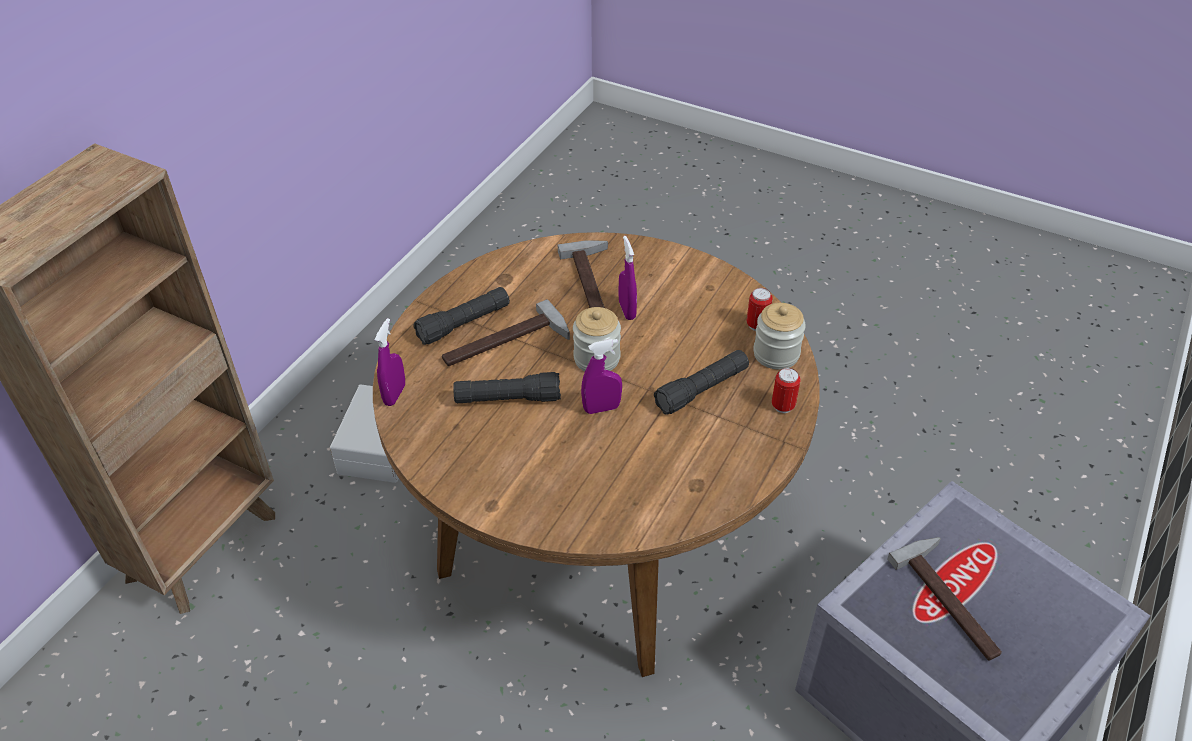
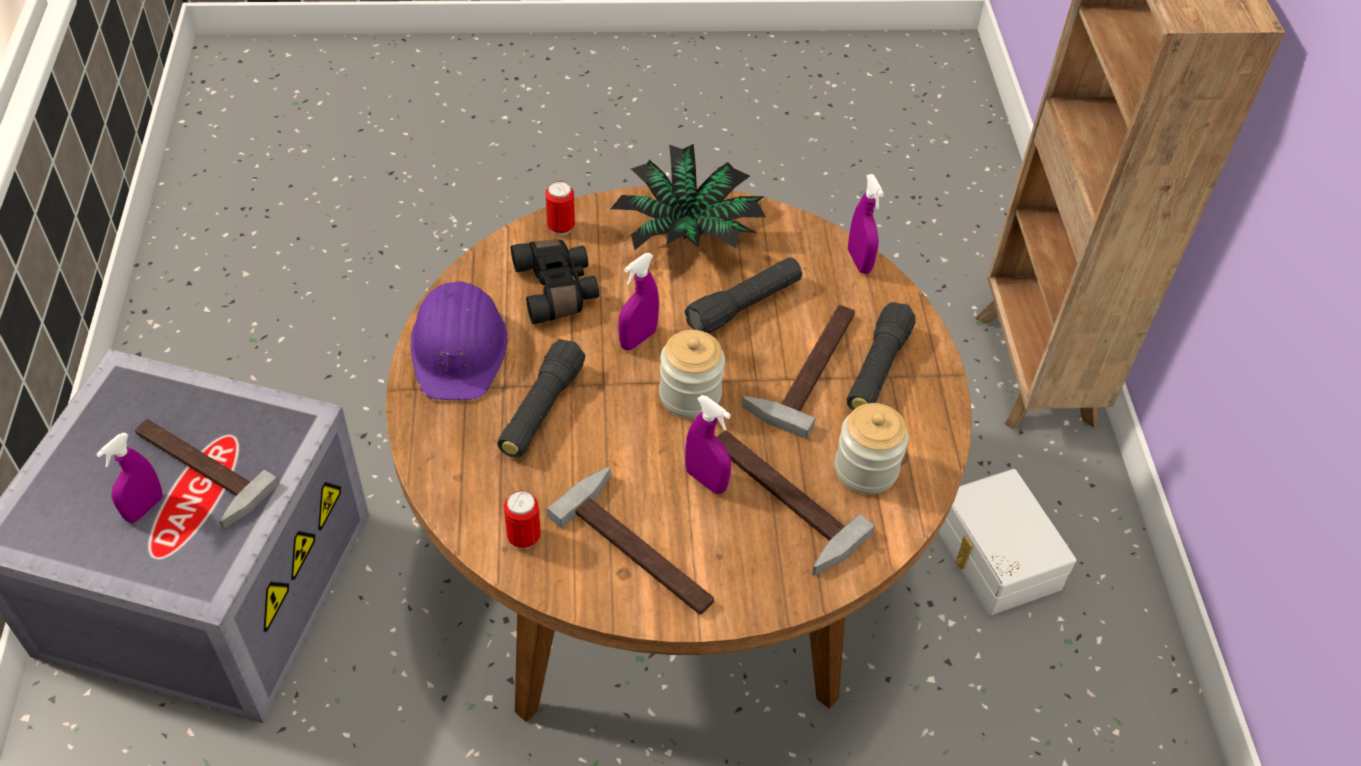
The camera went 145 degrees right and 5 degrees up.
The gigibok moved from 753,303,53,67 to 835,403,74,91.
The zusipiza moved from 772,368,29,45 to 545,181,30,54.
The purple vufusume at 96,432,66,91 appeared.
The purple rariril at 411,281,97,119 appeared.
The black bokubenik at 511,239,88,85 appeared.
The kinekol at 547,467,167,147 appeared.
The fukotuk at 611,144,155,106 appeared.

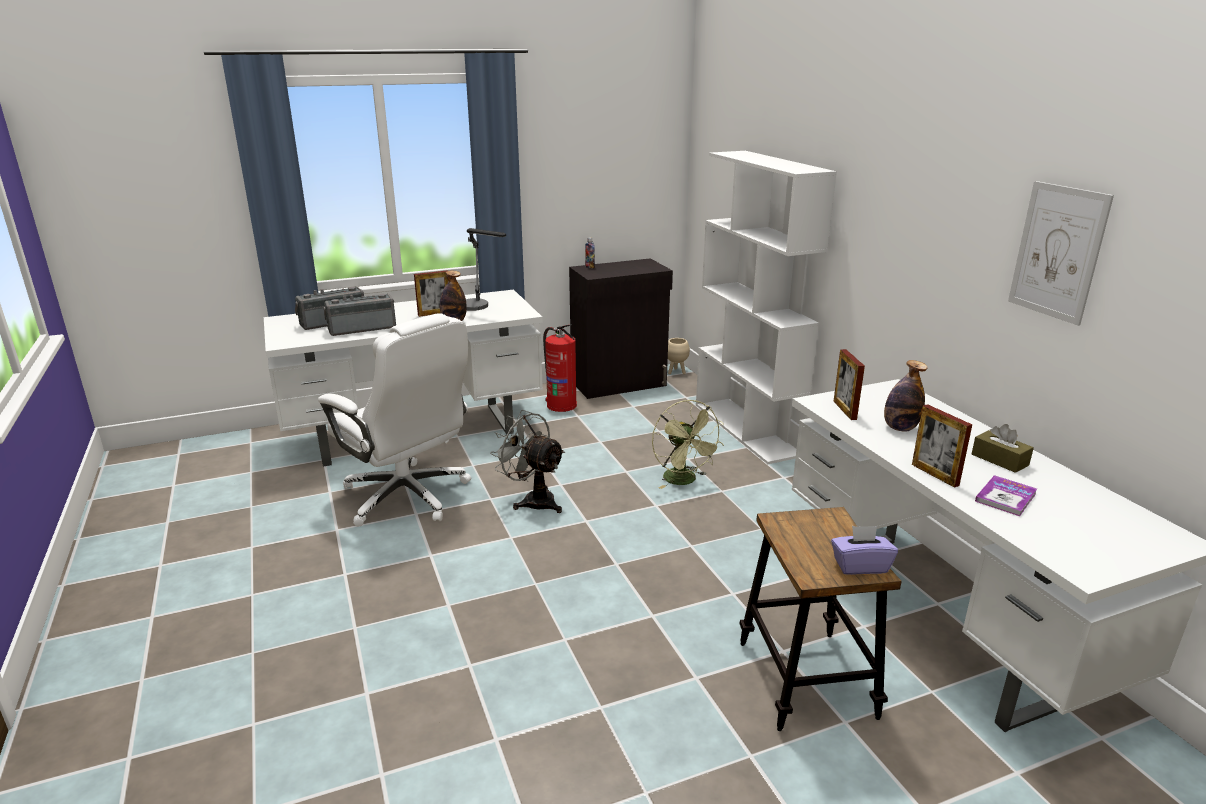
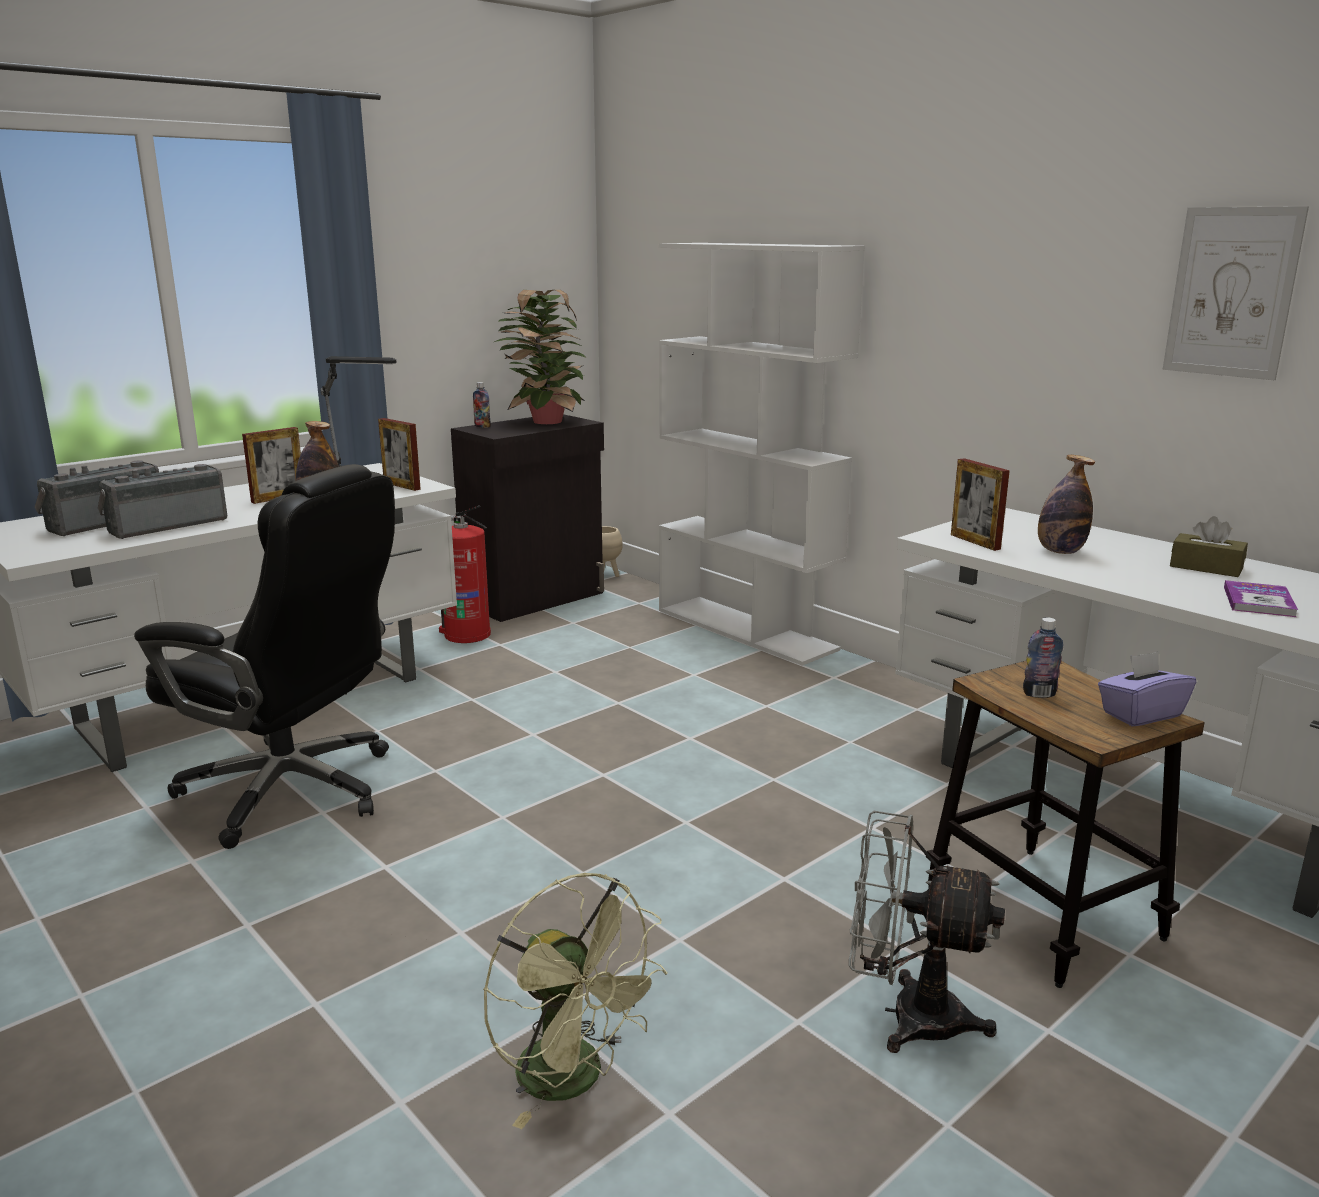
The camera went 20 degrees left and 5 degrees down.
The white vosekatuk at 318,313,153,214 became the black vosekatuk at 134,464,261,385.
The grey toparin moved from 490,410,75,103 to 849,811,156,242.
The green toparin moved from 652,400,72,89 to 483,873,185,256.
The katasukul moved from 912,404,60,84 to 378,418,43,73.
The fukotuk at 495,290,91,134 appeared.
The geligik at 1023,617,40,81 appeared.

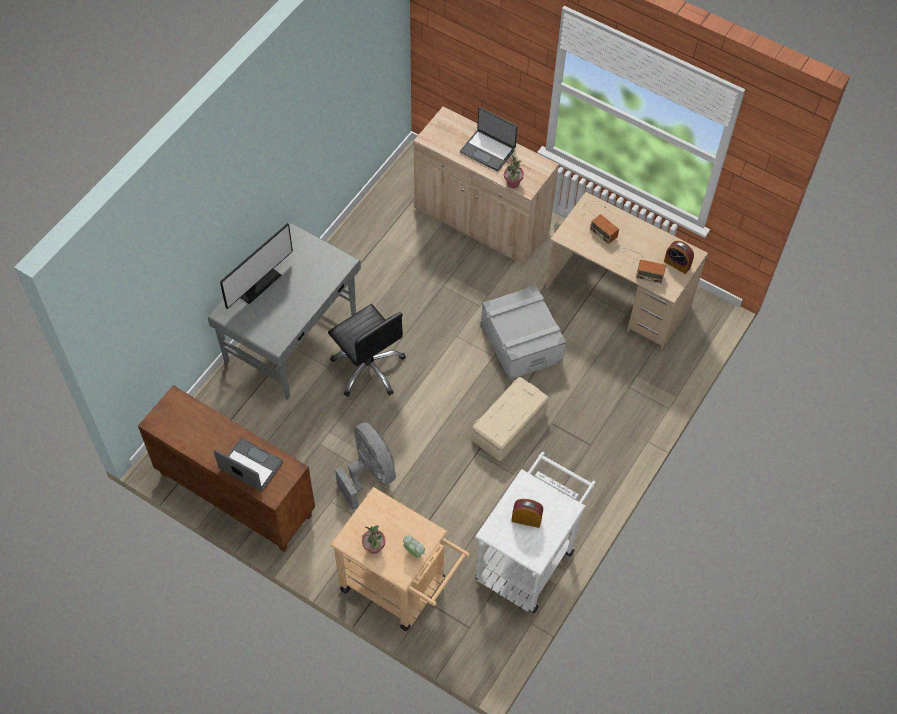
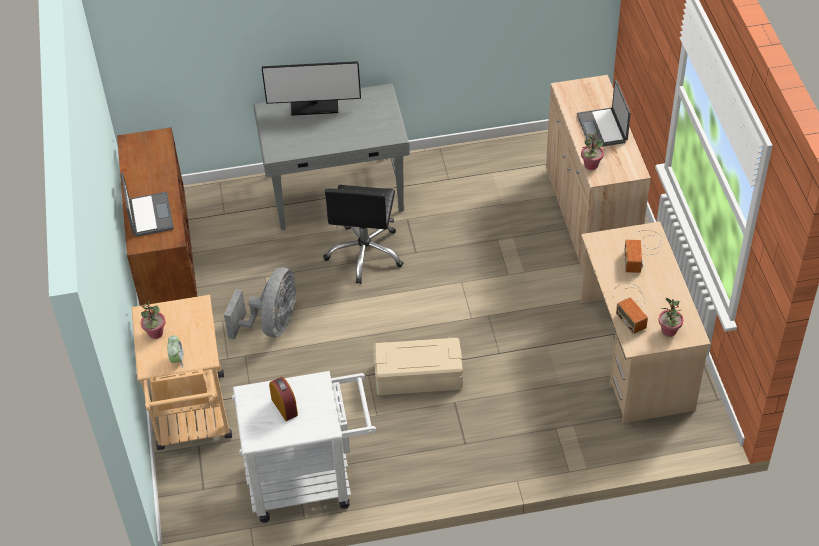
The camera went 50 degrees right and 10 degrees down.
The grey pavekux at 481,285,85,96 disappeared.
The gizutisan at 664,241,30,33 was replaced by the fukotuk at 658,298,25,39.

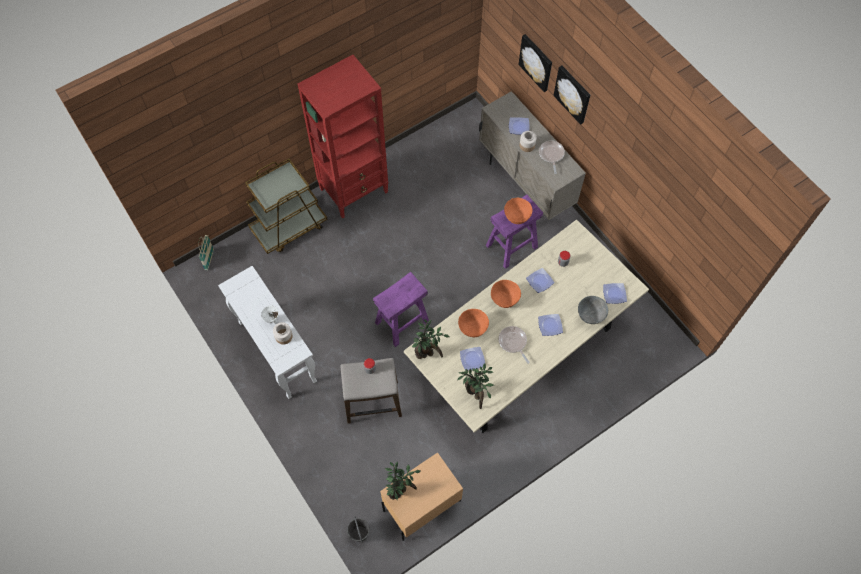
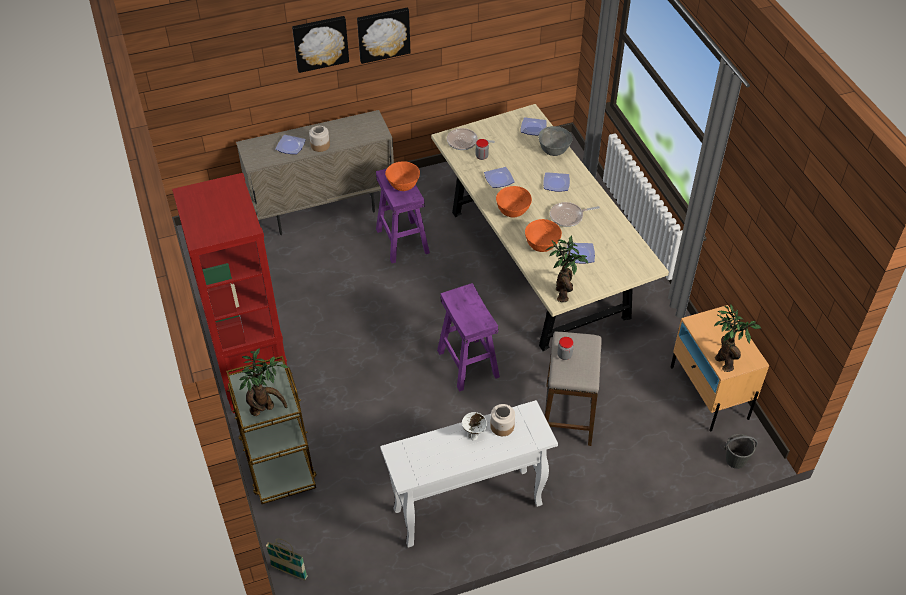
The camera went 75 degrees left and 15 degrees down.
The fukotuk moved from 457,363,37,46 to 239,348,50,68.
The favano moved from 518,34,34,58 to 357,8,54,56.
The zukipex moved from 539,141,26,33 to 447,128,48,22.

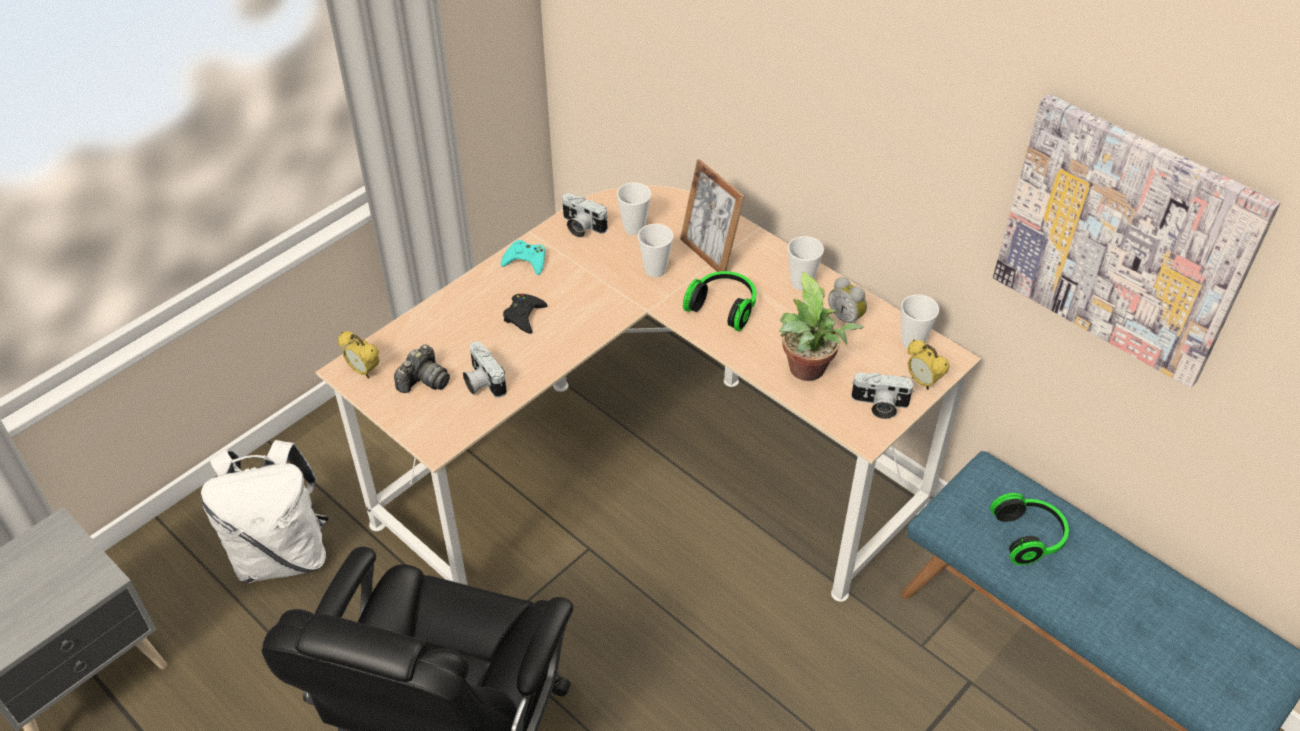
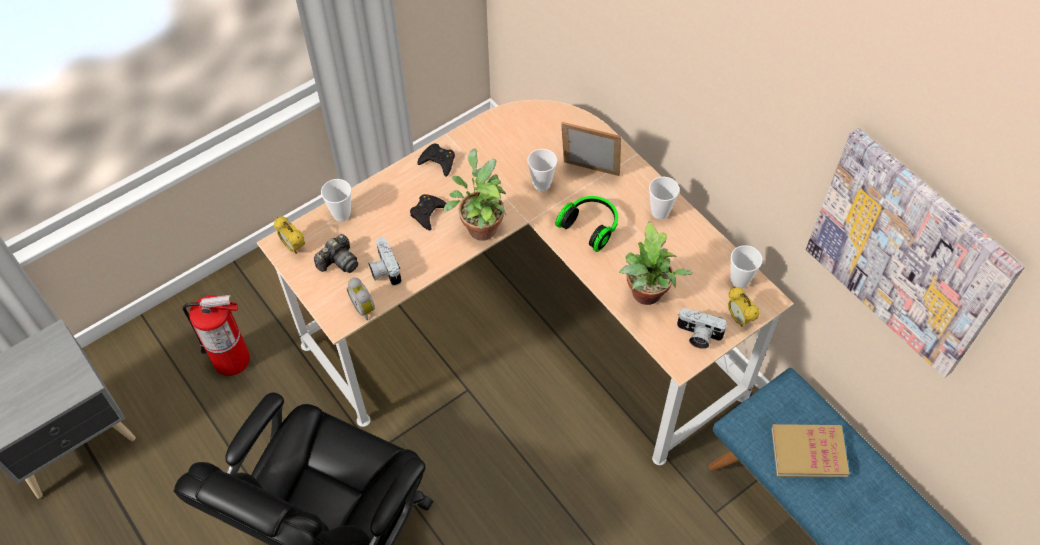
The camera went 10 degrees right and 10 degrees up.
The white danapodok at 201,440,128,143 was replaced by the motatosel at 183,295,67,81.
The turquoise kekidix at 501,240,44,35 became the black kekidix at 417,143,38,34.
The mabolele at 562,193,46,44 disappeared.
The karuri moved from 617,183,34,52 to 321,179,30,42.
The katasukul at 680,159,65,113 turned 135 degrees clockwise.
The gizutisan moved from 828,277,39,47 to 347,278,28,42.
The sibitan at 990,493,79,72 was replaced by the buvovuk at 771,424,78,54.
The fukotuk at 443,148,63,93 appeared.

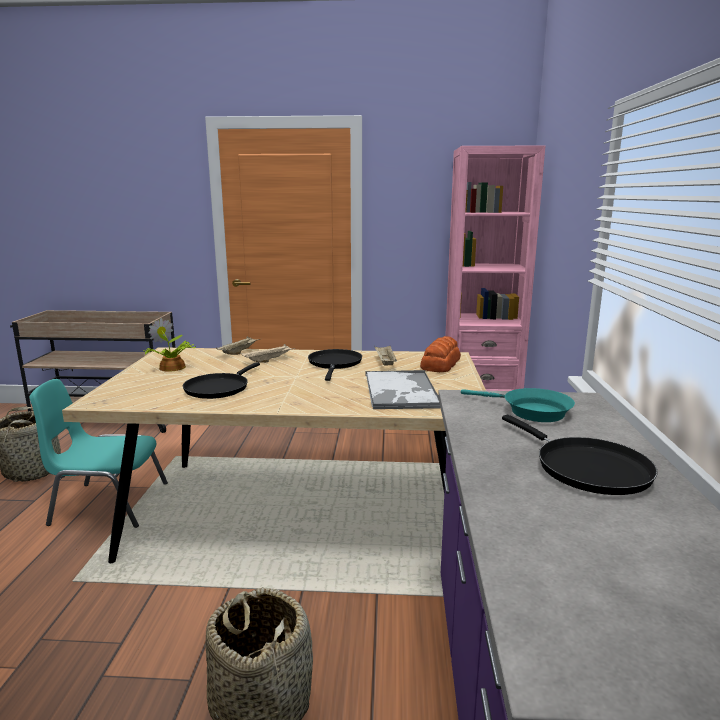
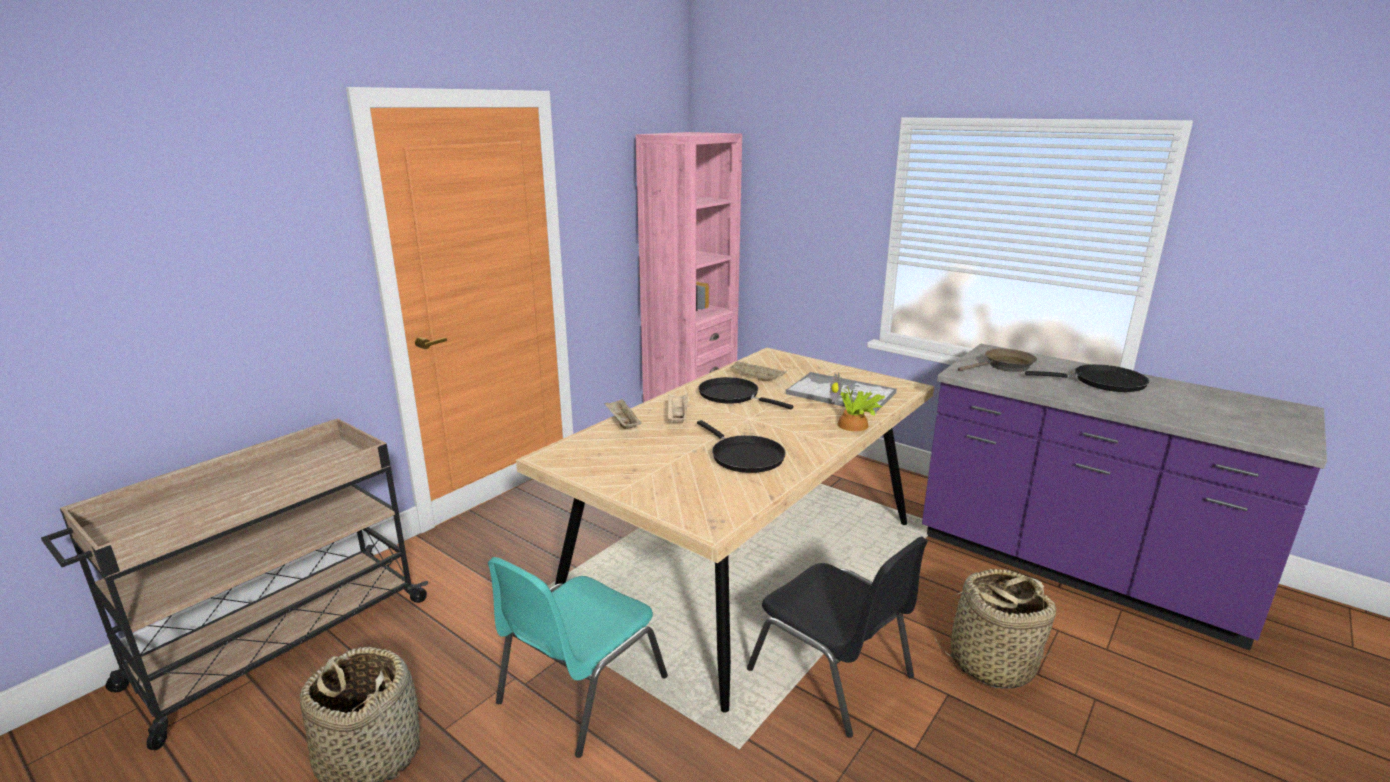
The camera went 55 degrees left and 5 degrees up.
The fukotuk moved from 143,318,53,54 to 830,372,55,60.
The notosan at 420,336,41,36 disappeared.
The turquoise zukipex at 461,388,114,34 became the brown zukipex at 958,349,79,23.
The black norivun at 747,537,181,201 appeared.

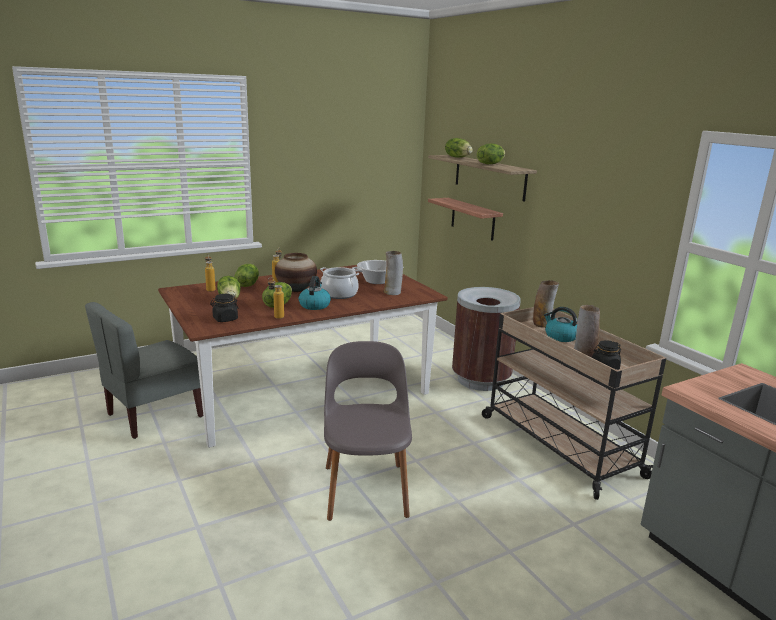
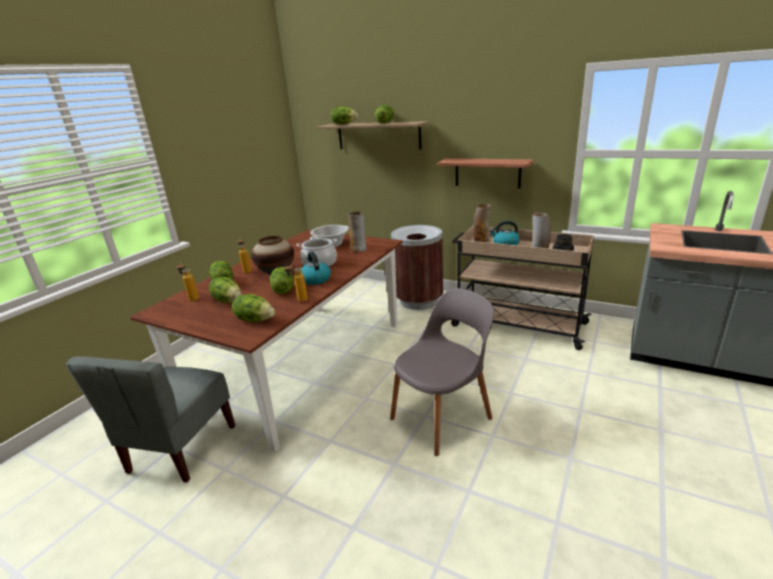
The camera went 30 degrees left and 5 degrees up.
The black gigibok at 210,294,29,28 was replaced by the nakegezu at 232,294,43,28.
The grey norivun at 324,341,88,180 turned 90 degrees clockwise.
The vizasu moved from 428,198,75,43 to 437,158,96,31.

